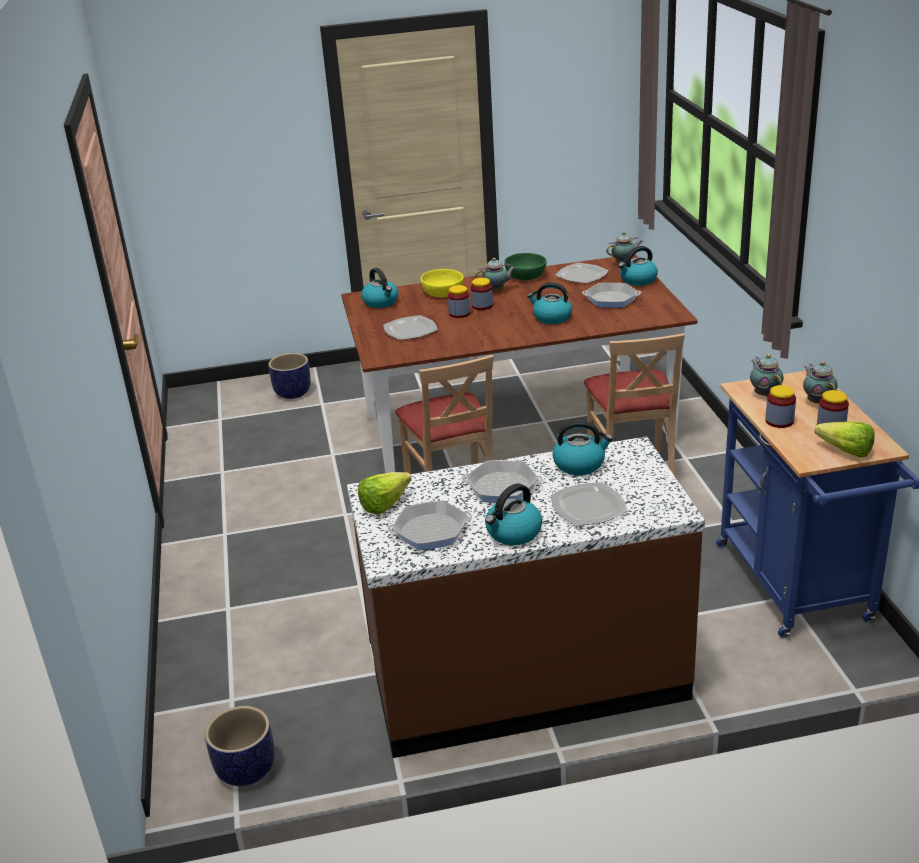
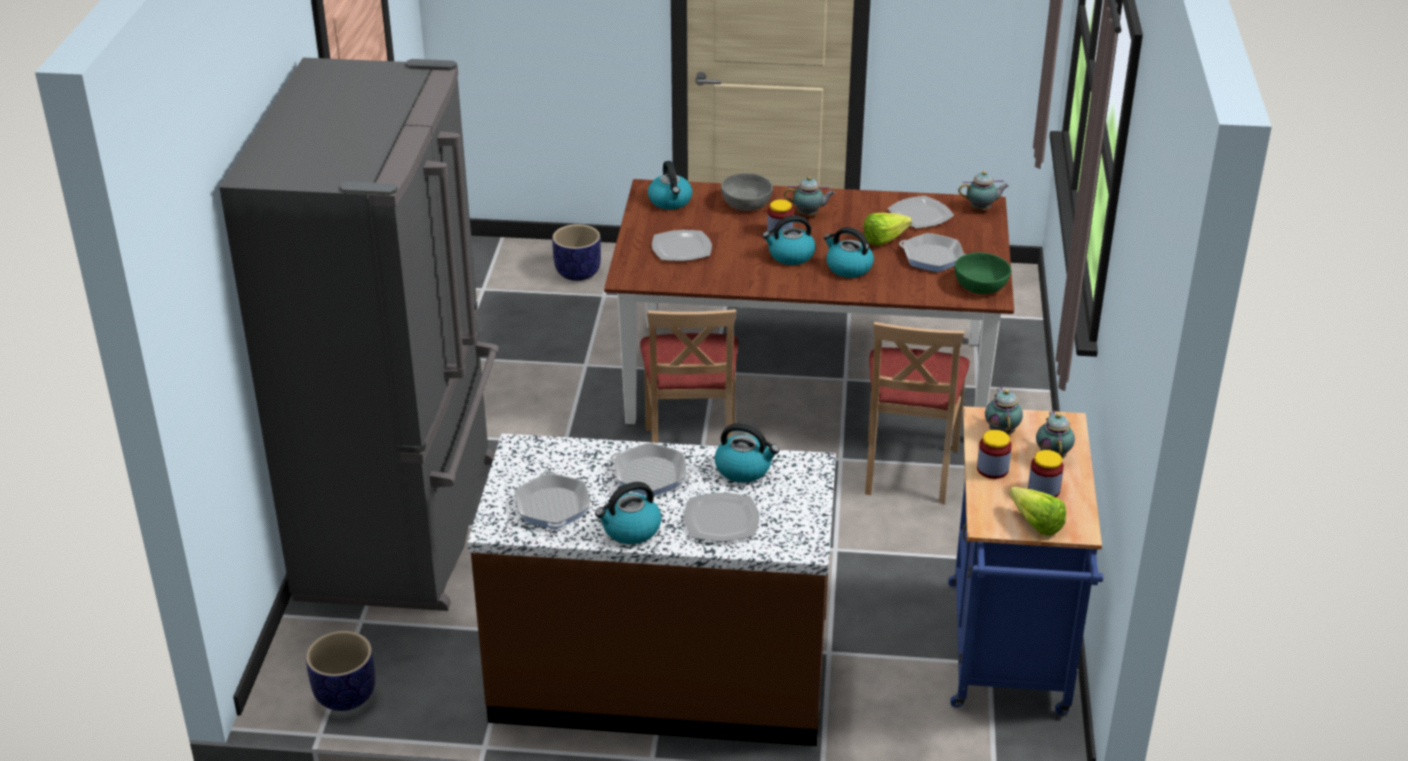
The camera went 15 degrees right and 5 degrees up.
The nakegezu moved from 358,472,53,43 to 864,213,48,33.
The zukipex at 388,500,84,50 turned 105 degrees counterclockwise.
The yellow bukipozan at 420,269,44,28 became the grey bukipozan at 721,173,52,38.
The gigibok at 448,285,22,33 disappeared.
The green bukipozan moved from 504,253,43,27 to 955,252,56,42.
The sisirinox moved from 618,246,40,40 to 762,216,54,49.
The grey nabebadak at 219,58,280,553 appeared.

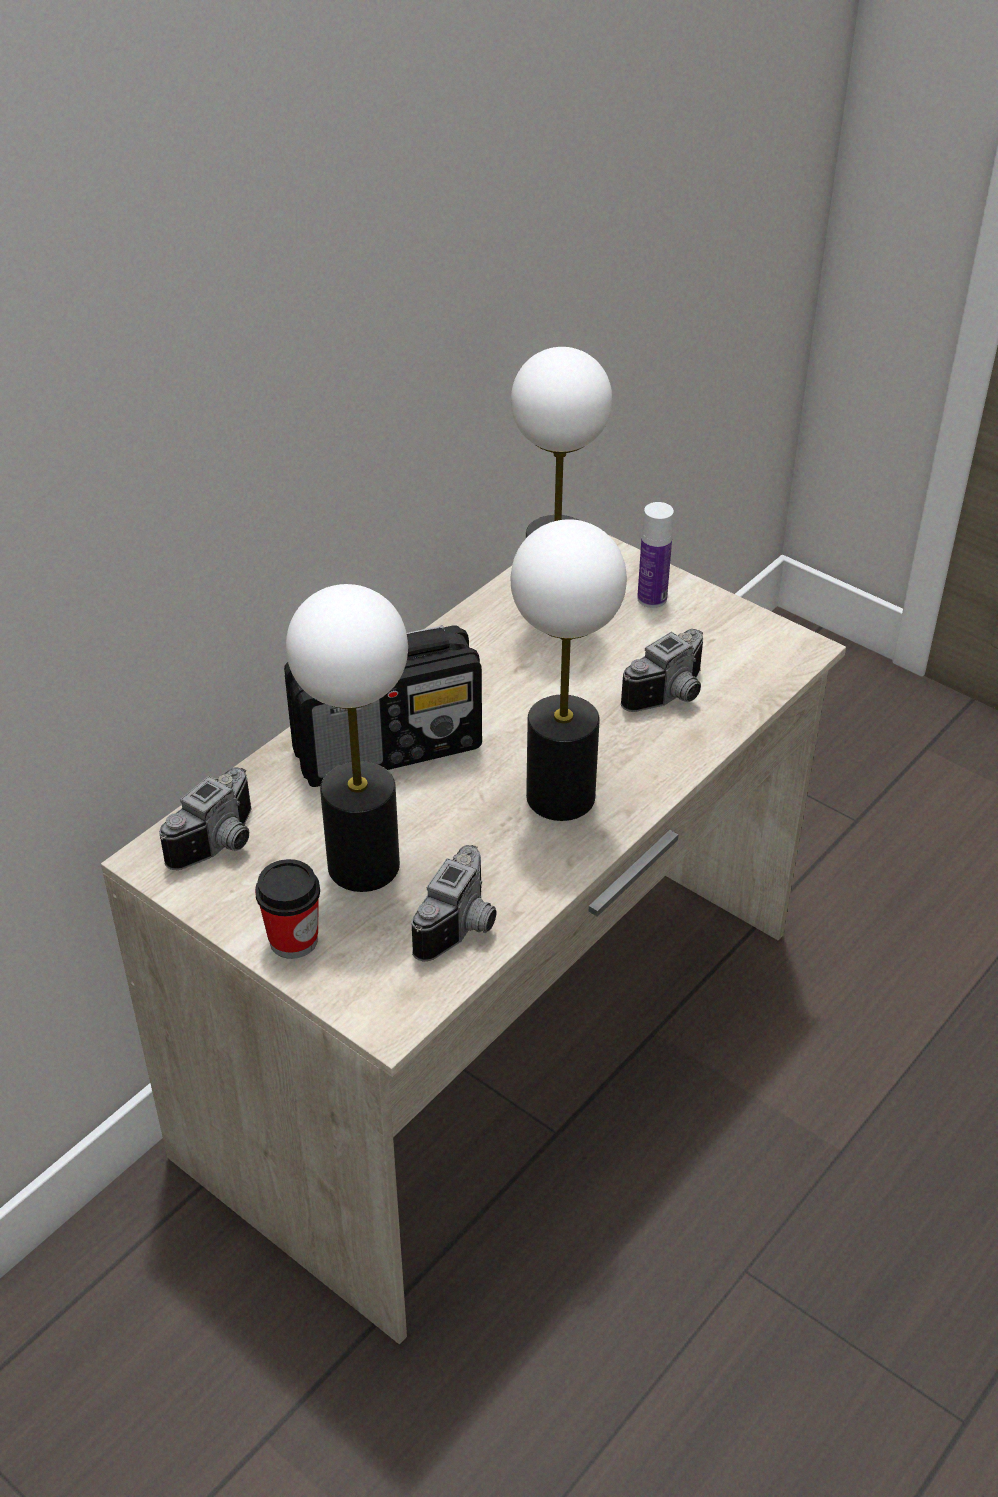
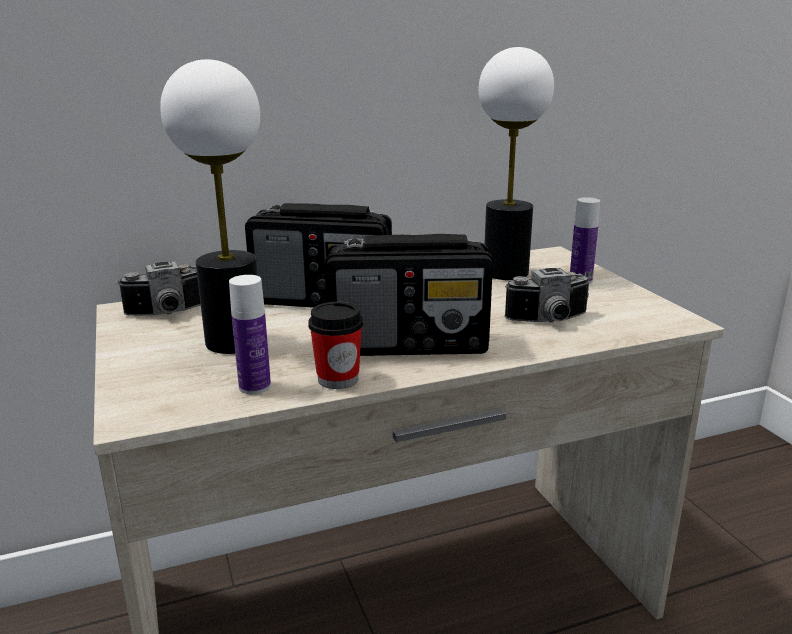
The camera went 30 degrees right and 20 degrees down.
The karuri moved from 255,859,65,100 to 308,302,55,87.
The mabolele at 411,845,86,117 was replaced by the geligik at 229,275,42,119.
The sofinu at 511,519,116,302 was replaced by the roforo at 325,234,168,122.

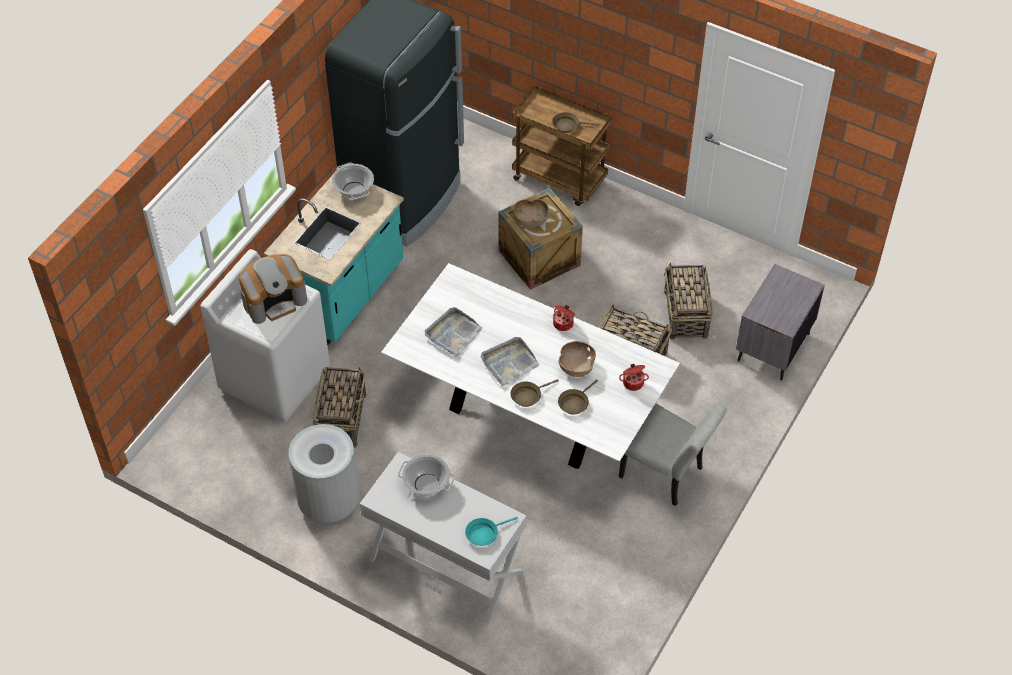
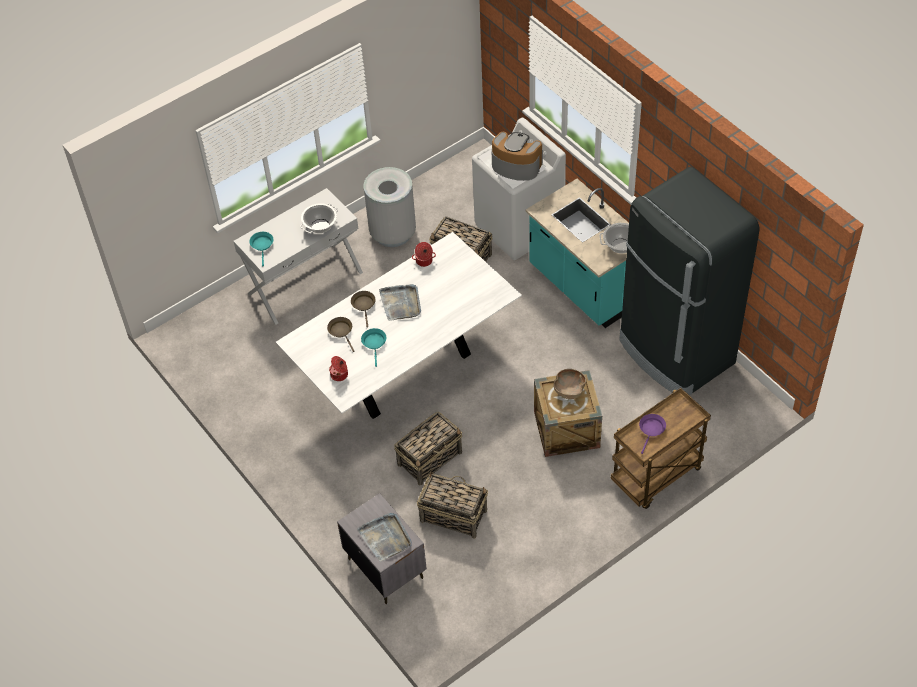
The camera went 115 degrees right and 0 degrees up.
The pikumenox at 239,254,68,70 turned 120 degrees clockwise.
The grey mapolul moved from 425,307,57,50 to 357,513,55,49.
The brown zukipex at 552,112,47,21 became the purple zukipex at 639,414,27,40.
The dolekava moved from 553,305,22,26 to 412,242,24,25.
The brown bukipozan at 559,341,37,36 was replaced by the turquoise zukipex at 361,328,25,39.
The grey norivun at 619,404,108,102 disappeared.

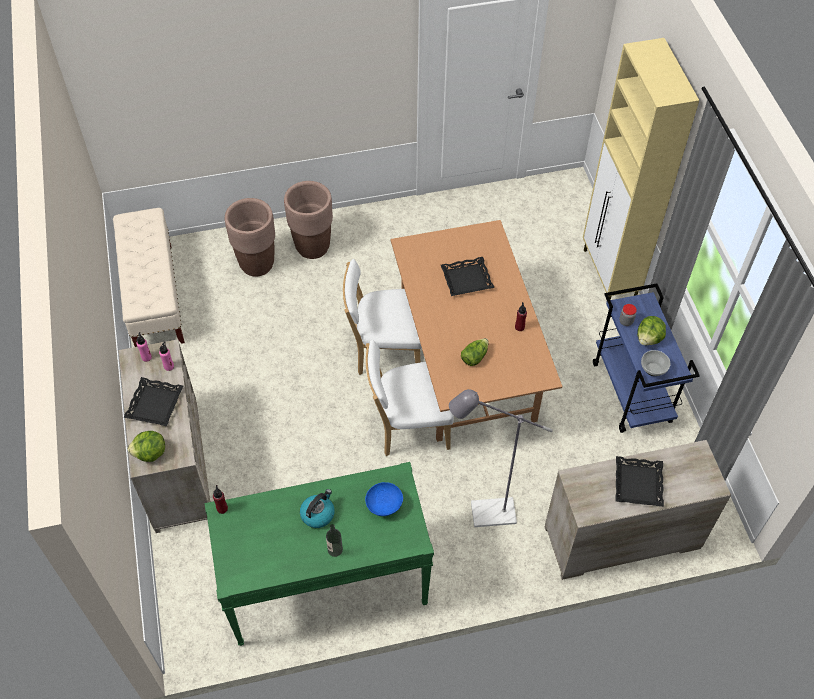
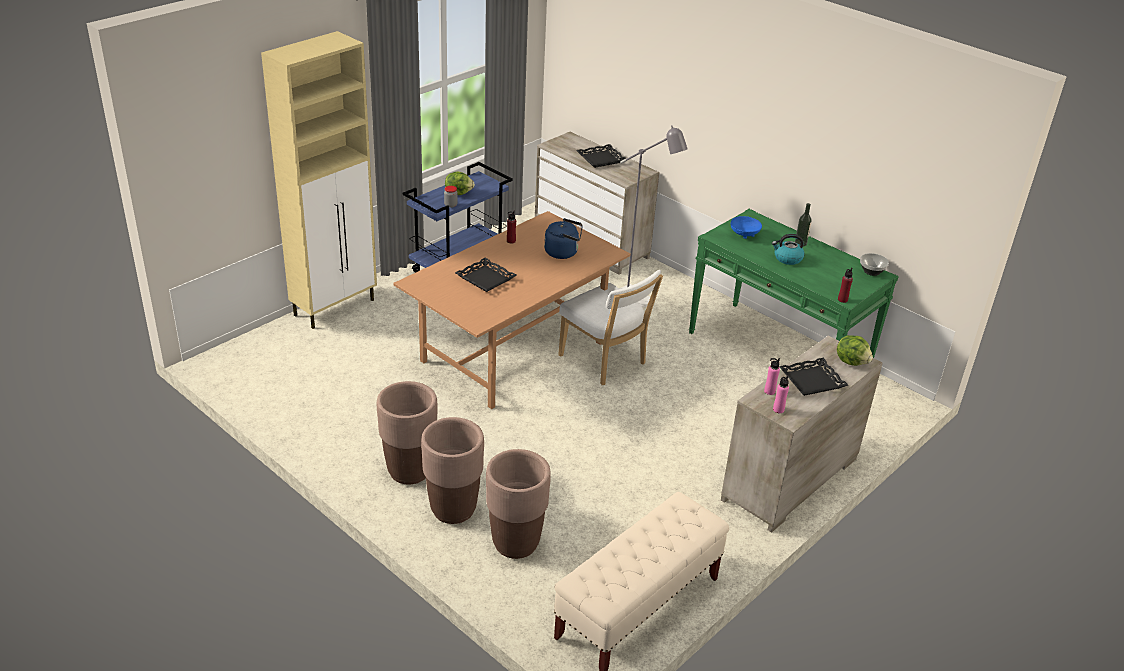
The camera went 125 degrees left and 20 degrees down.
The white norivun at 343,259,79,116 disappeared.
The nakegezu at 461,338,28,28 was replaced by the blue sisirinox at 544,218,39,41.
The bukipozan moved from 641,350,30,26 to 860,253,29,23.
The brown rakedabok at 377,381,61,103 appeared.

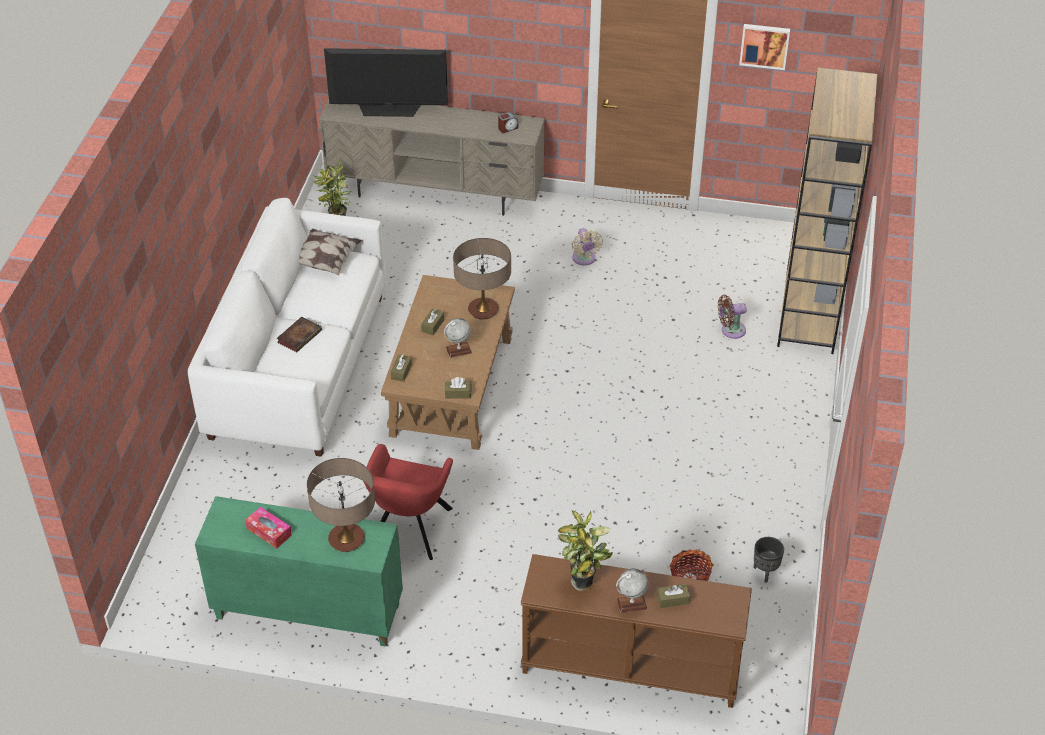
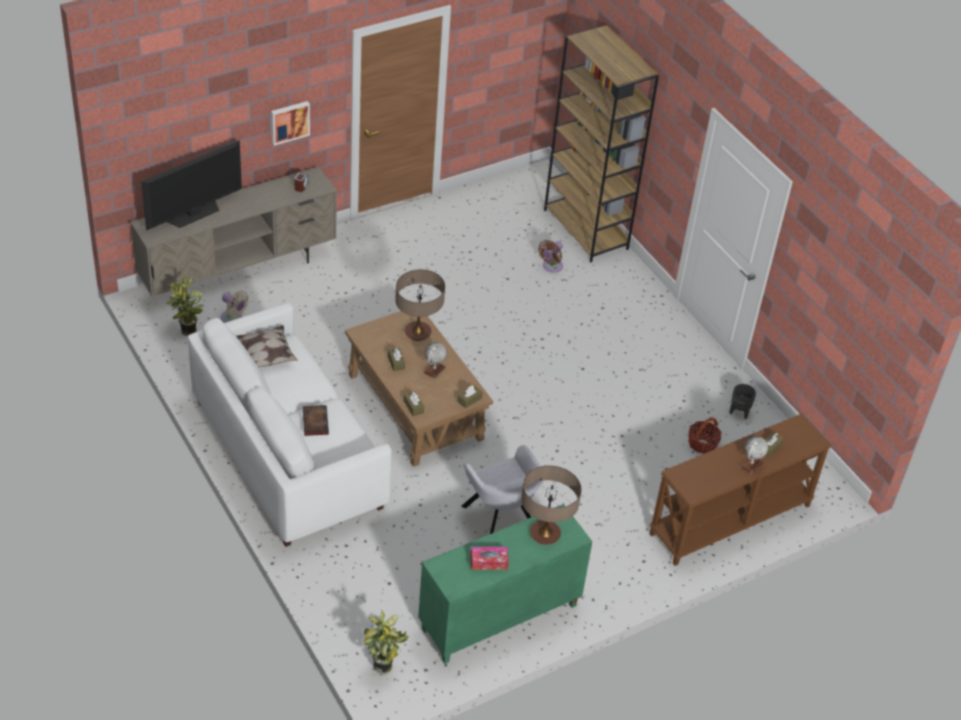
The camera went 45 degrees left and 0 degrees up.
The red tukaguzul at 363,444,90,116 became the grey tukaguzul at 462,445,82,89.
The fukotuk moved from 557,510,56,81 to 363,610,46,65.
The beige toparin moved from 572,228,31,37 to 221,291,28,32.
The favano moved from 739,24,51,46 to 271,101,39,45.

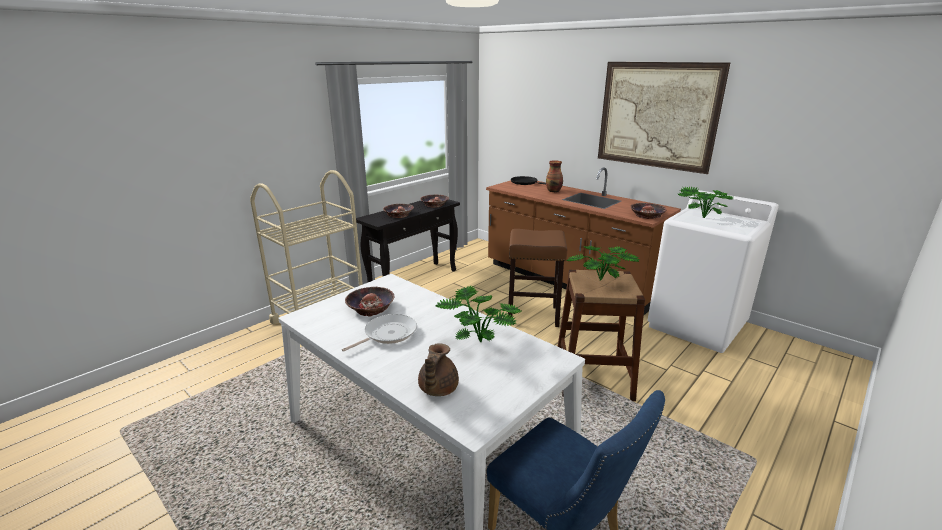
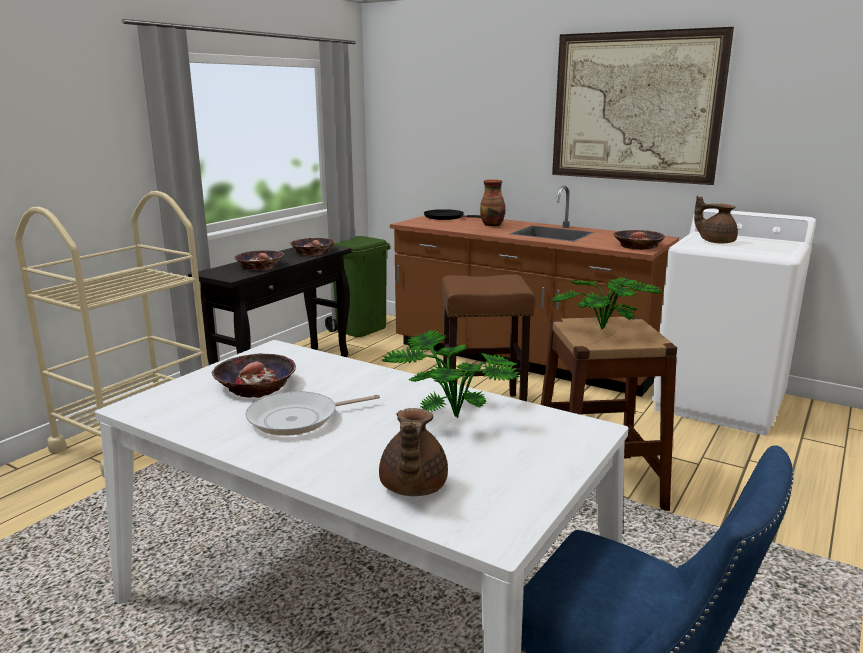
The camera went 10 degrees left and 5 degrees down.
The zukipex at 342,314,75,38 turned 150 degrees counterclockwise.
The fukotuk at 678,187,55,31 was replaced by the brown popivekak at 694,195,44,49.
The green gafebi at 325,236,65,101 appeared.

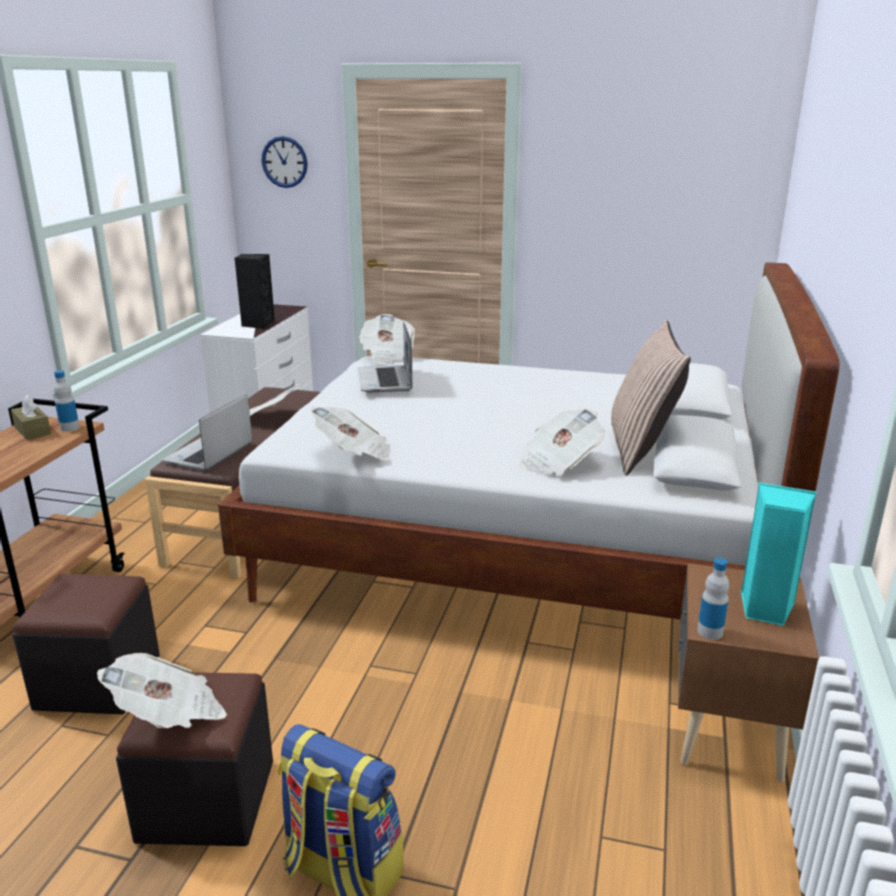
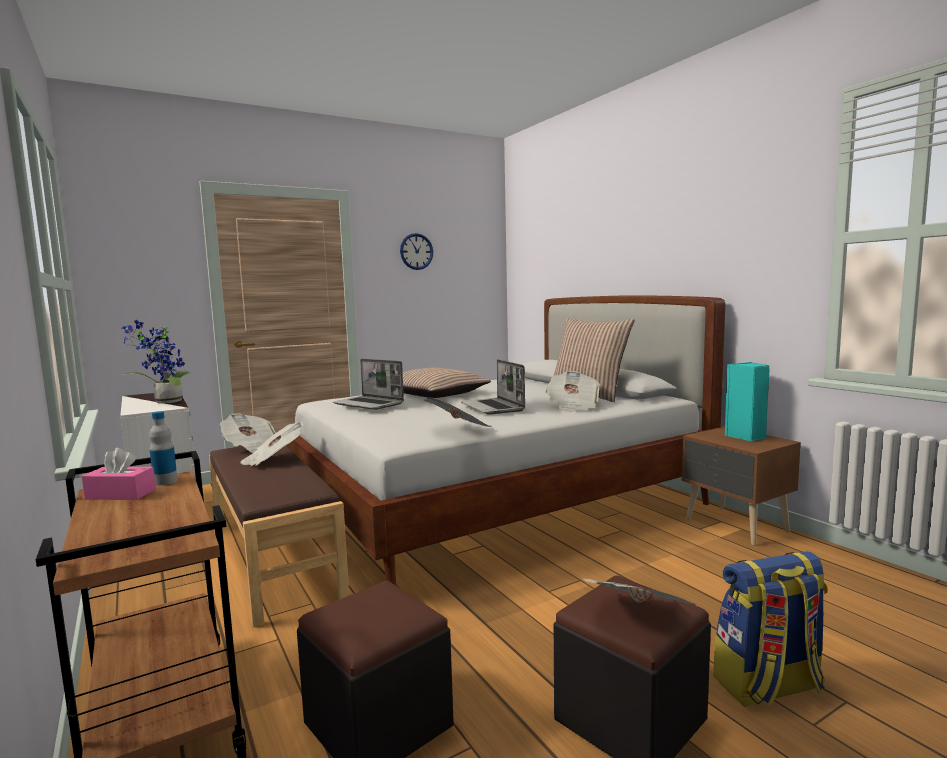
The camera went 45 degrees left and 15 degrees down.
The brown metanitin at 11,395,40,45 became the pink metanitin at 82,448,74,52.
The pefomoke moved from 162,394,90,77 to 461,359,64,56.
The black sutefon at 235,254,40,75 was replaced by the fukotuk at 122,320,69,83.
The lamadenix moved from 261,136,47,52 to 400,233,33,37.
The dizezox moved from 358,314,57,50 to 220,413,56,40.
The geligik at 697,558,32,82 disappeared.
The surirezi at 403,368,88,30 appeared.

